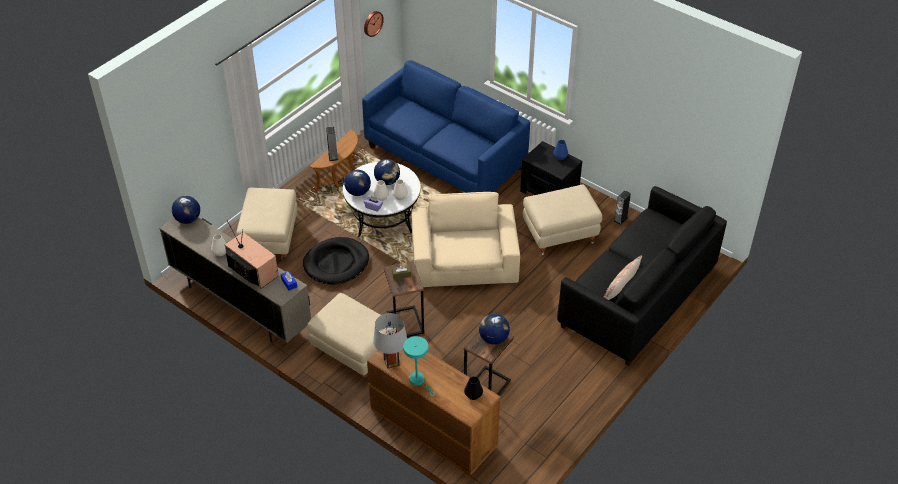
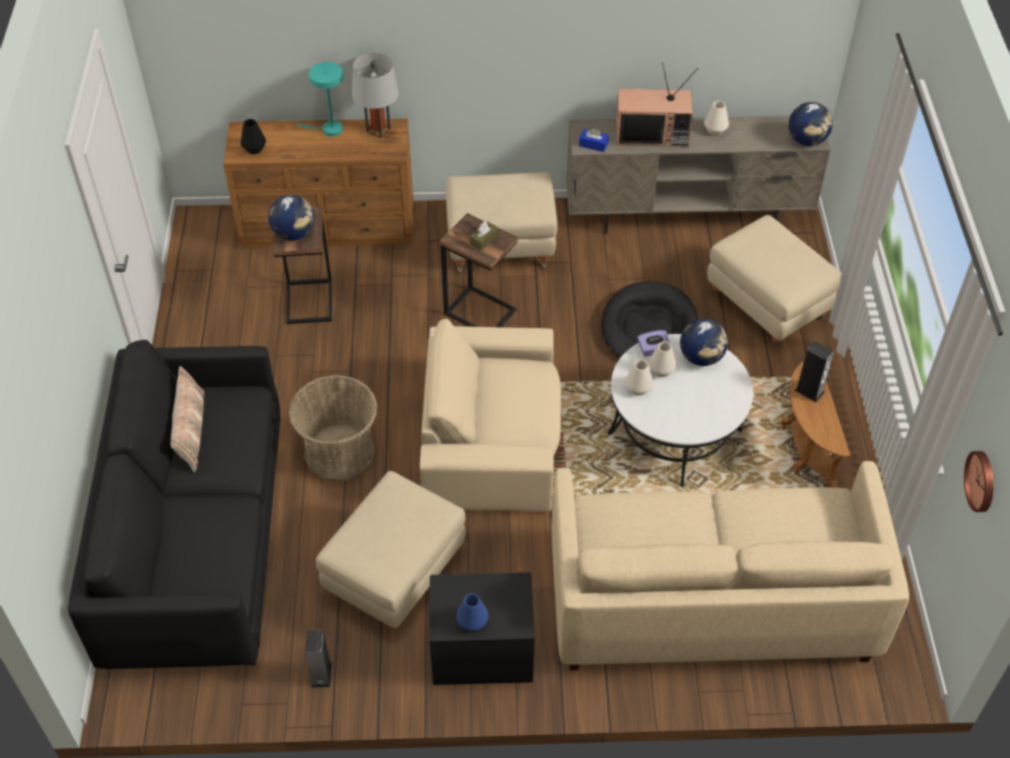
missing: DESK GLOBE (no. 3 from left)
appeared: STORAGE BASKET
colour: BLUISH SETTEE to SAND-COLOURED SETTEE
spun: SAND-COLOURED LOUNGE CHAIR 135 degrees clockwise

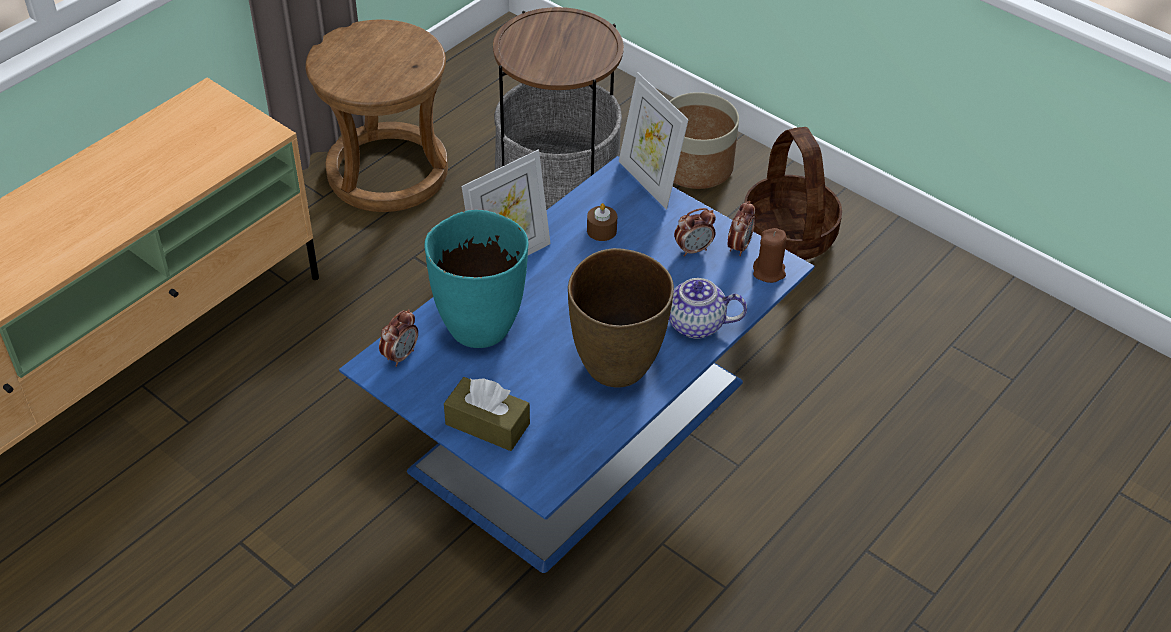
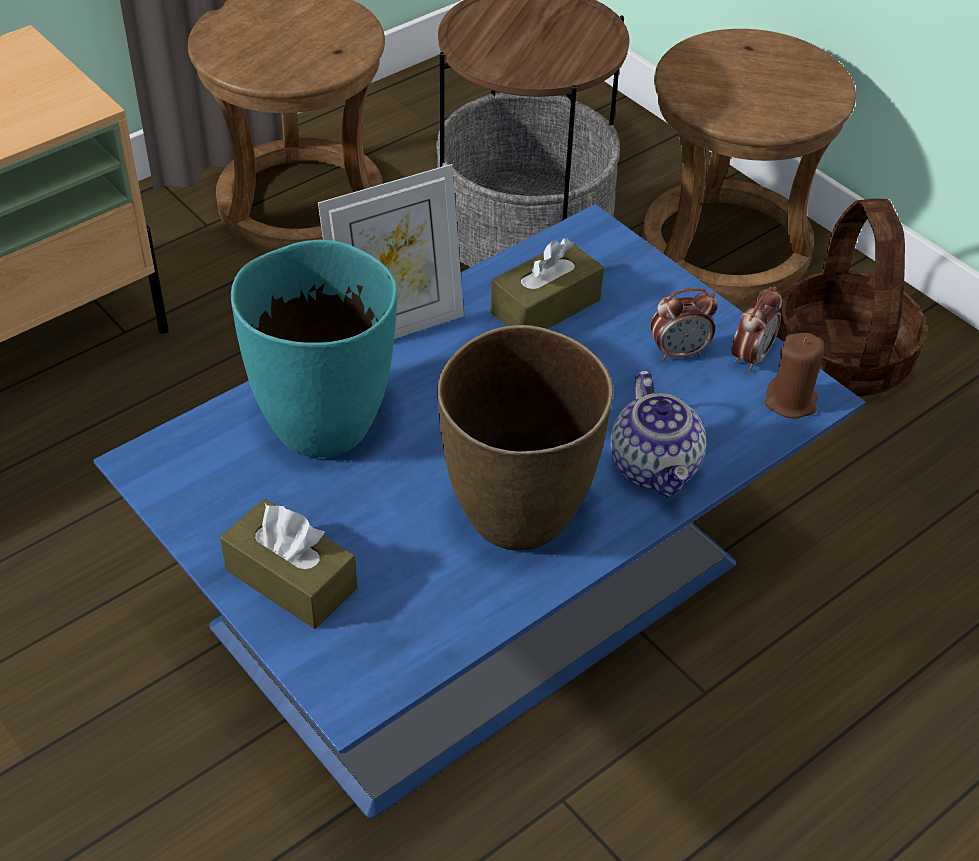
missing: PICTURE FRAME (no. 2 from left); TABLE CLOCK (no. 1 from left)
exchanged: FLOWER POT to BROWN-COLOURED SITTING STOOL (no. 2 from left); BROWN-COLOURED CANDLE (no. 1 from left) to BROWN-COLOURED TISSUE BOX (no. 2 from left)
spun: TEAPOT 120 degrees counterclockwise

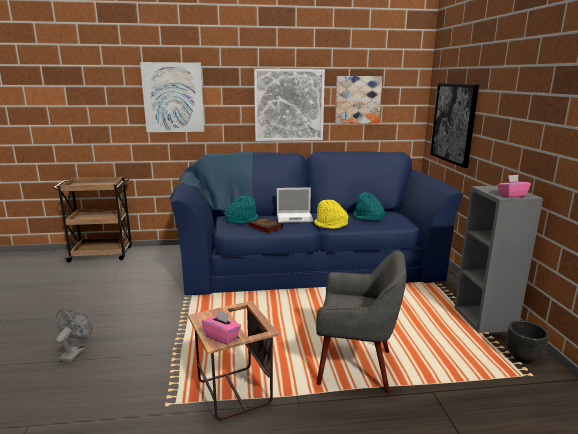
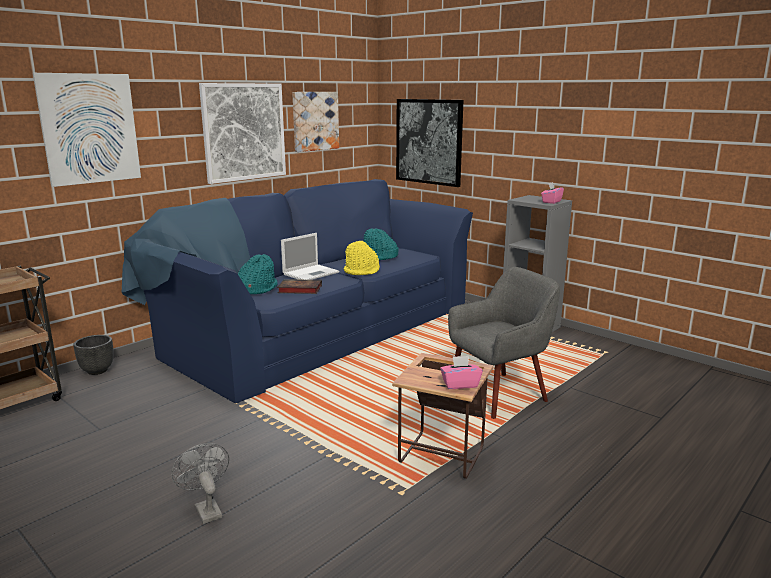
relocated: BLACKISH FLOWER POT

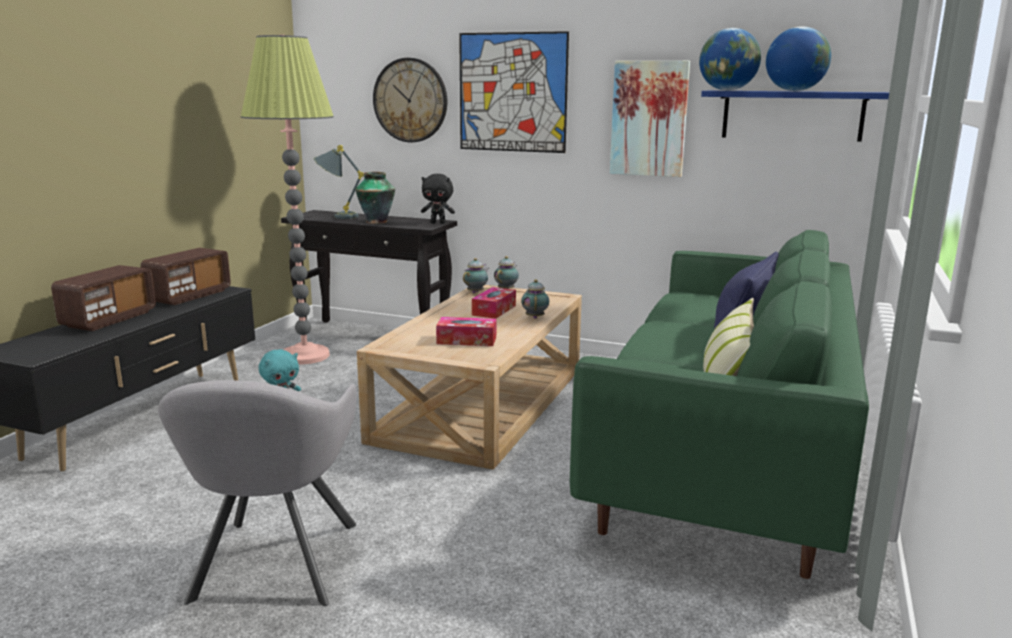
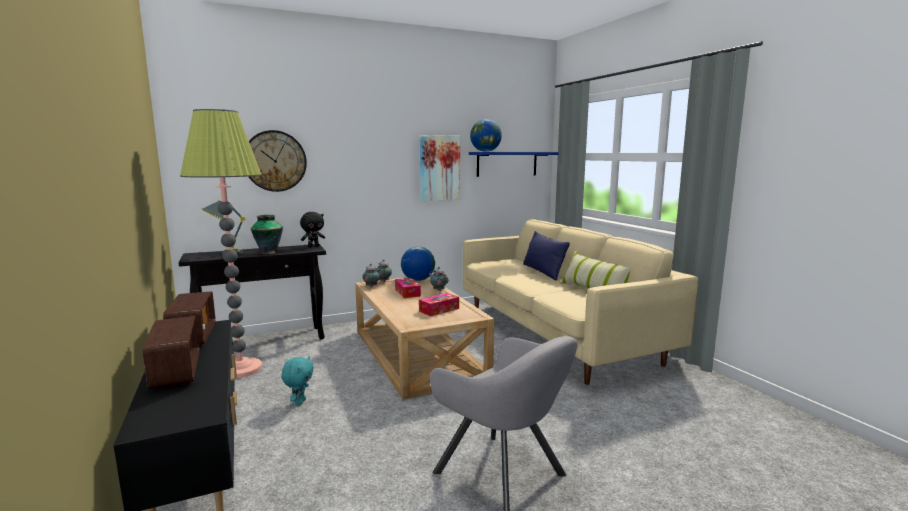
missing: PICTURE (no. 1 from left)
relocated: DESK GLOBE (no. 2 from left in the first image) to DESK GLOBE (no. 1 from left)
colour: GREEN SETTEE to SAND-COLOURED SETTEE

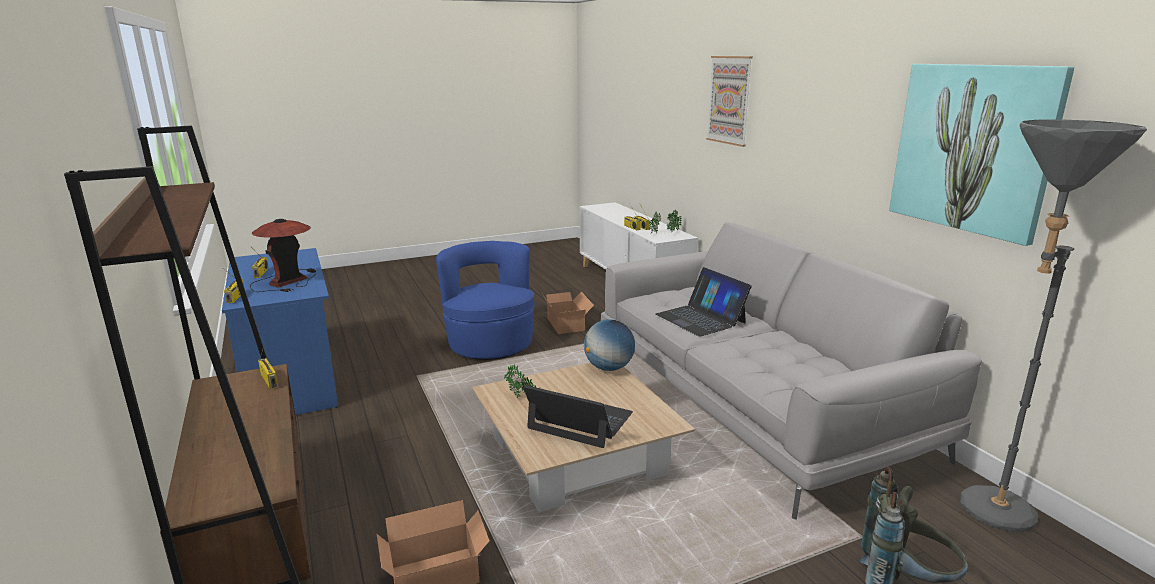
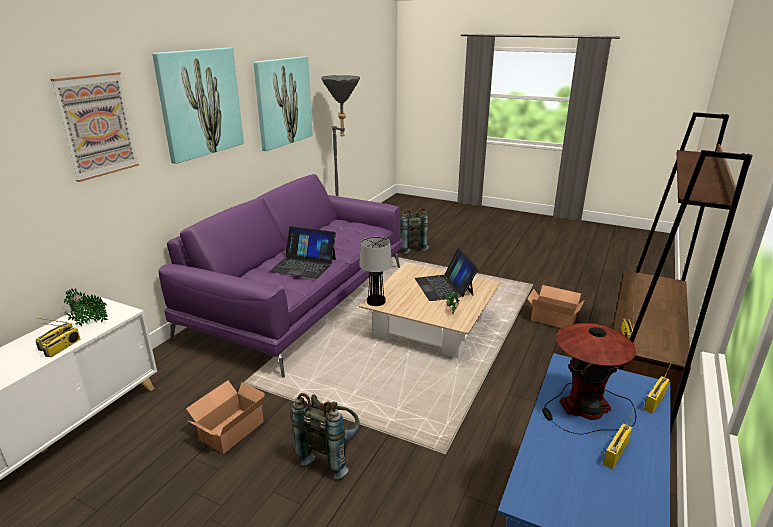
appeared: PICTURE (no. 2 from left)
exchanged: BLUISH LOUNGE CHAIR to GRAY RUCKSACK (no. 1 from left); DESK GLOBE to TABLE LAMP (no. 1 from left)
colour: GRAY SETTEE to PURPLE-COLOURED SETTEE
spun: NOTEBOOK COMPUTER (no. 2 from left in the first image) 90 degrees clockwise

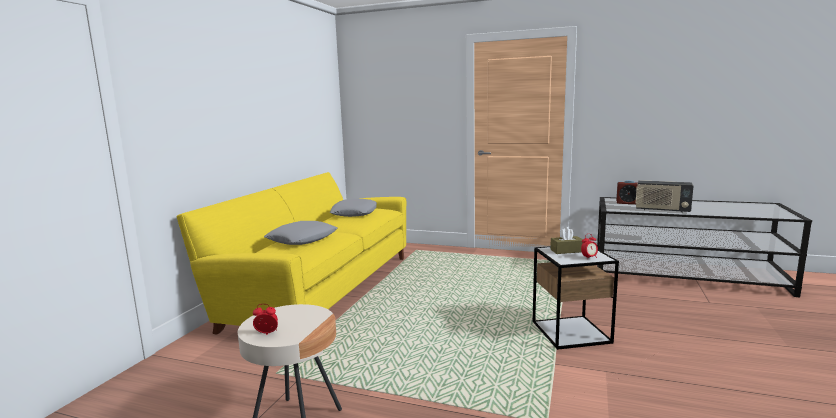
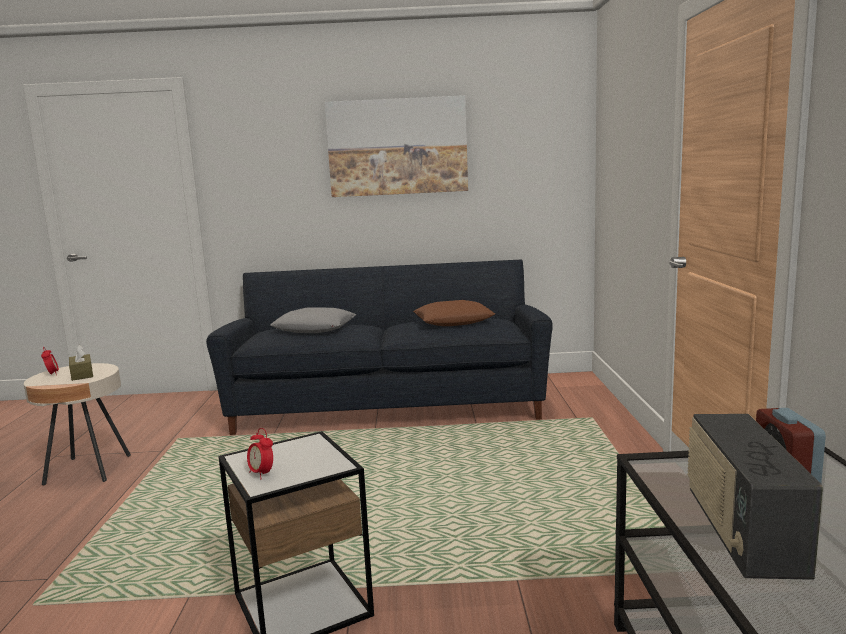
appeared: PICTURE
relocated: BROWN-COLOURED TISSUE BOX
colour: YELLOW SETTEE to BLACKISH SETTEE; GRAY PILLOW (no. 2 from left) to BROWN-COLOURED PILLOW

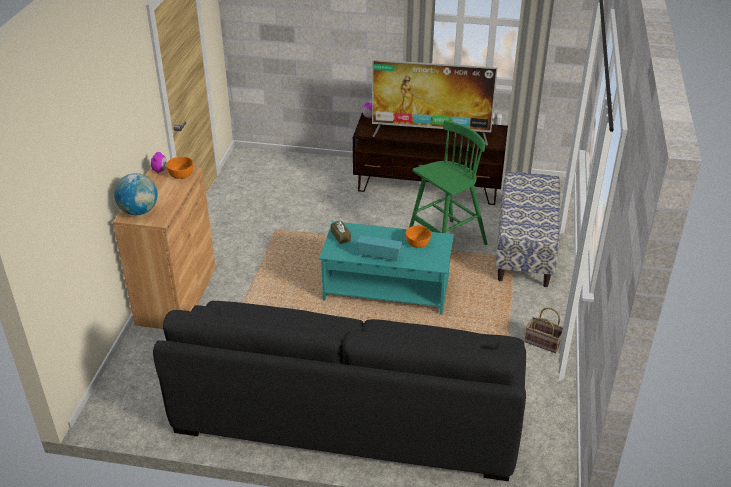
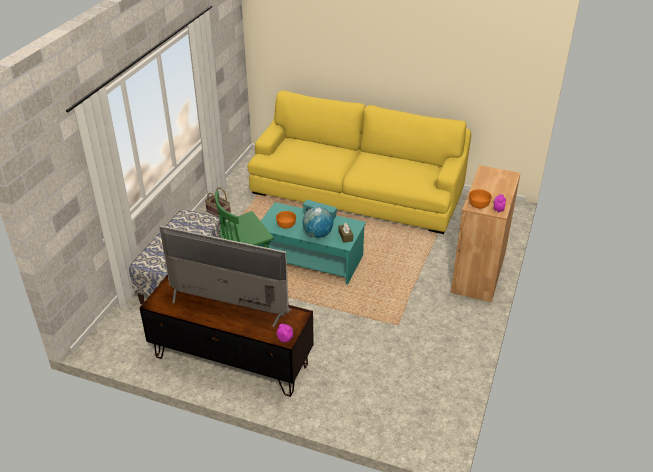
relocated: DESK GLOBE
colour: BLACKISH SETTEE to YELLOW SETTEE

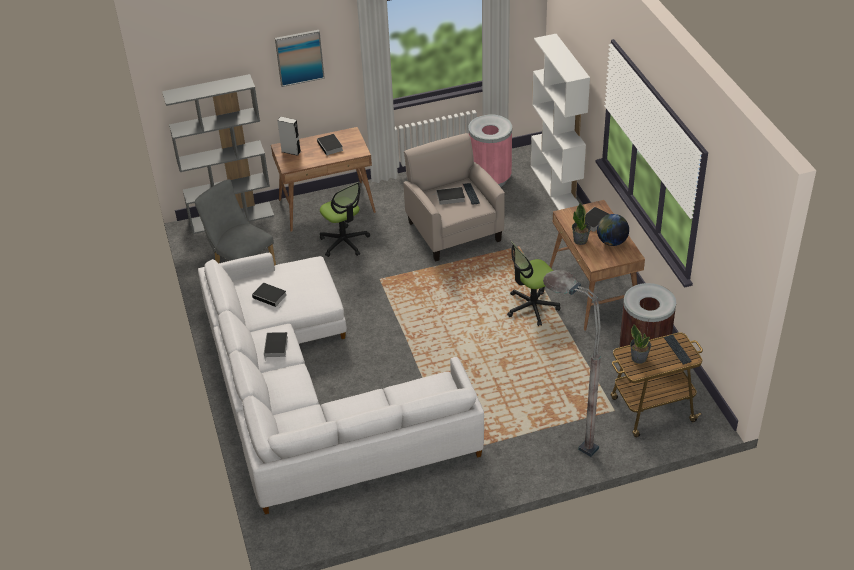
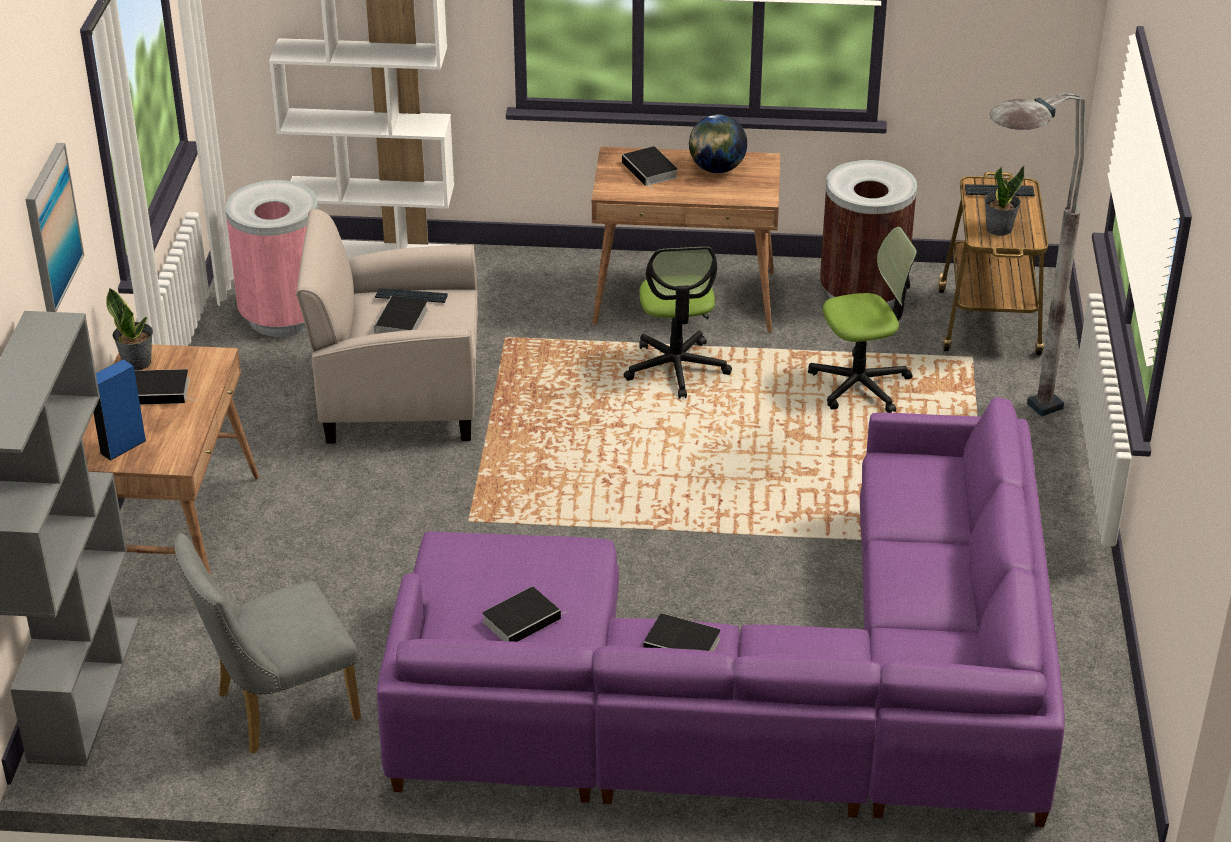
relocated: COMPUTER CHAIR (no. 1 from left in the first image) to COMPUTER CHAIR (no. 2 from left); HOUSEPLANT (no. 1 from left)
colour: GRAY LOUDSPEAKER to BLUISH LOUDSPEAKER; WHITE-COLOURED SETTEE to PURPLE-COLOURED SETTEE

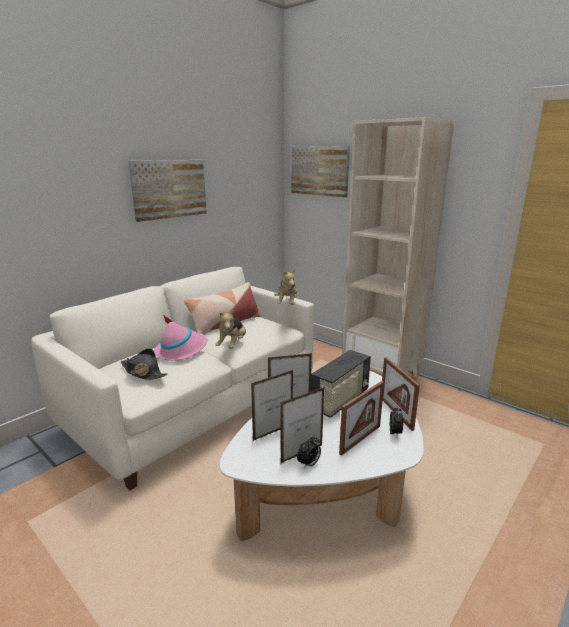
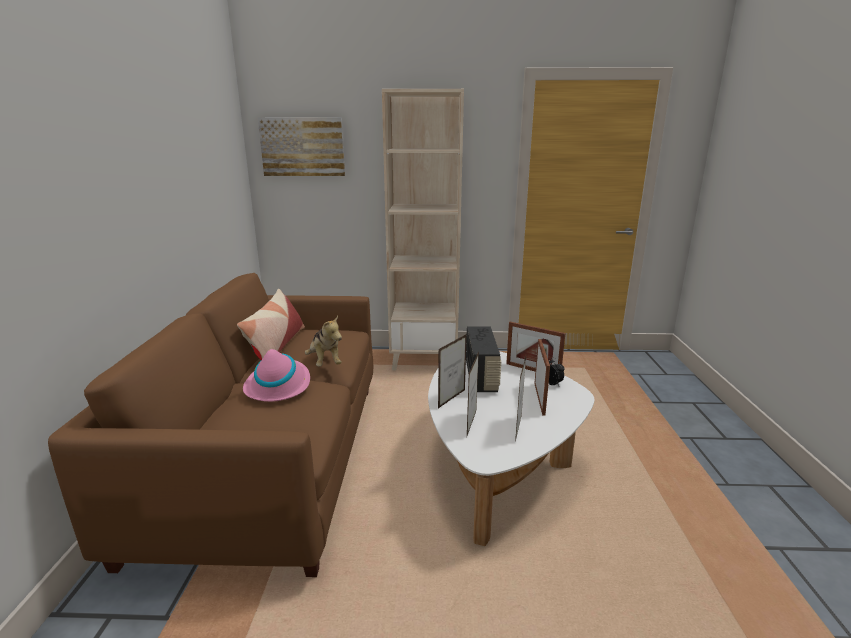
missing: PICTURE (no. 1 from left); CUDDLY TOY (no. 2 from left); BLACKISH HAT; TABLE CLOCK (no. 1 from left)
colour: WHITE-COLOURED SETTEE to BROWN-COLOURED SETTEE

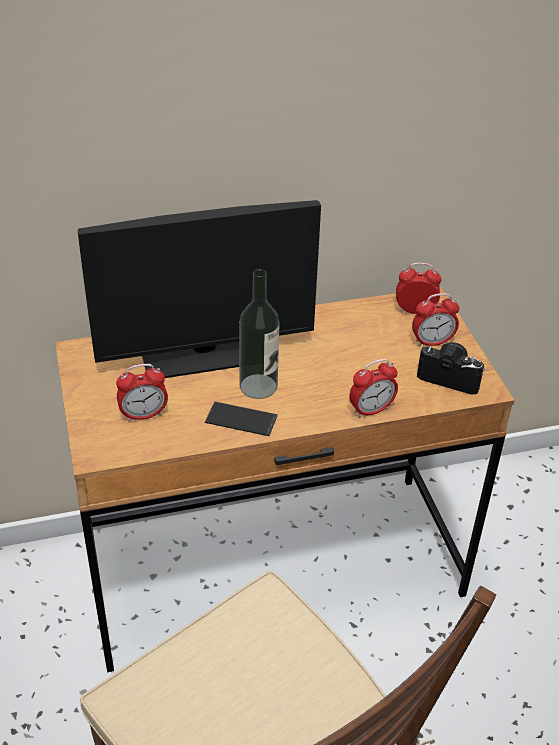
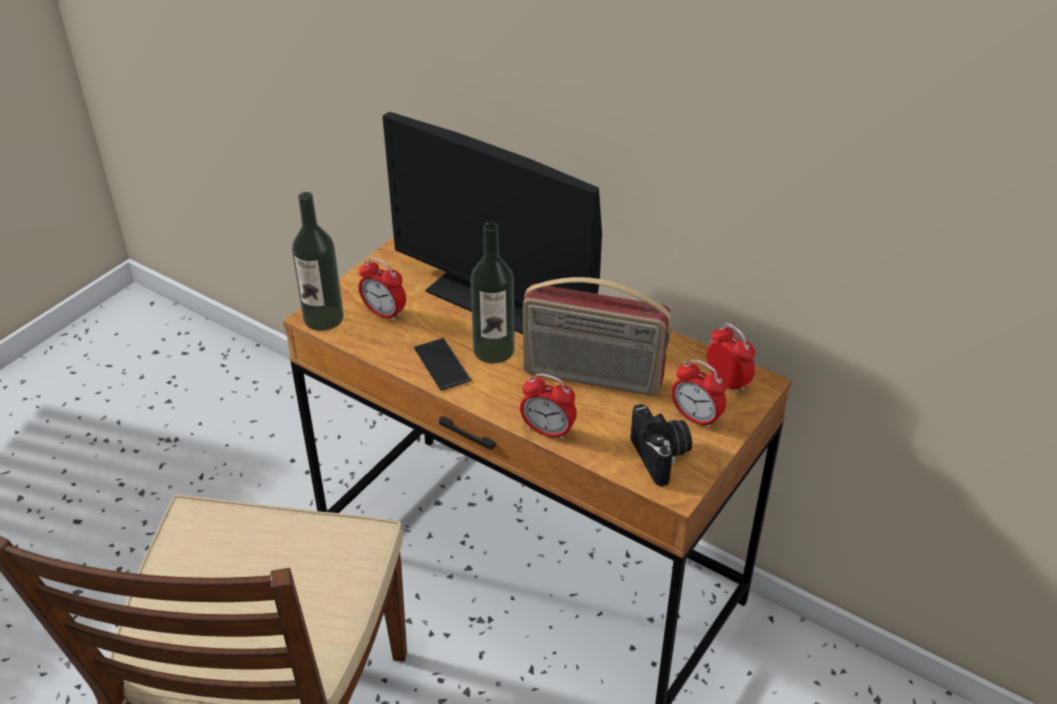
appeared: BEVERAGE BOTTLE (no. 1 from left); RADIO SET

